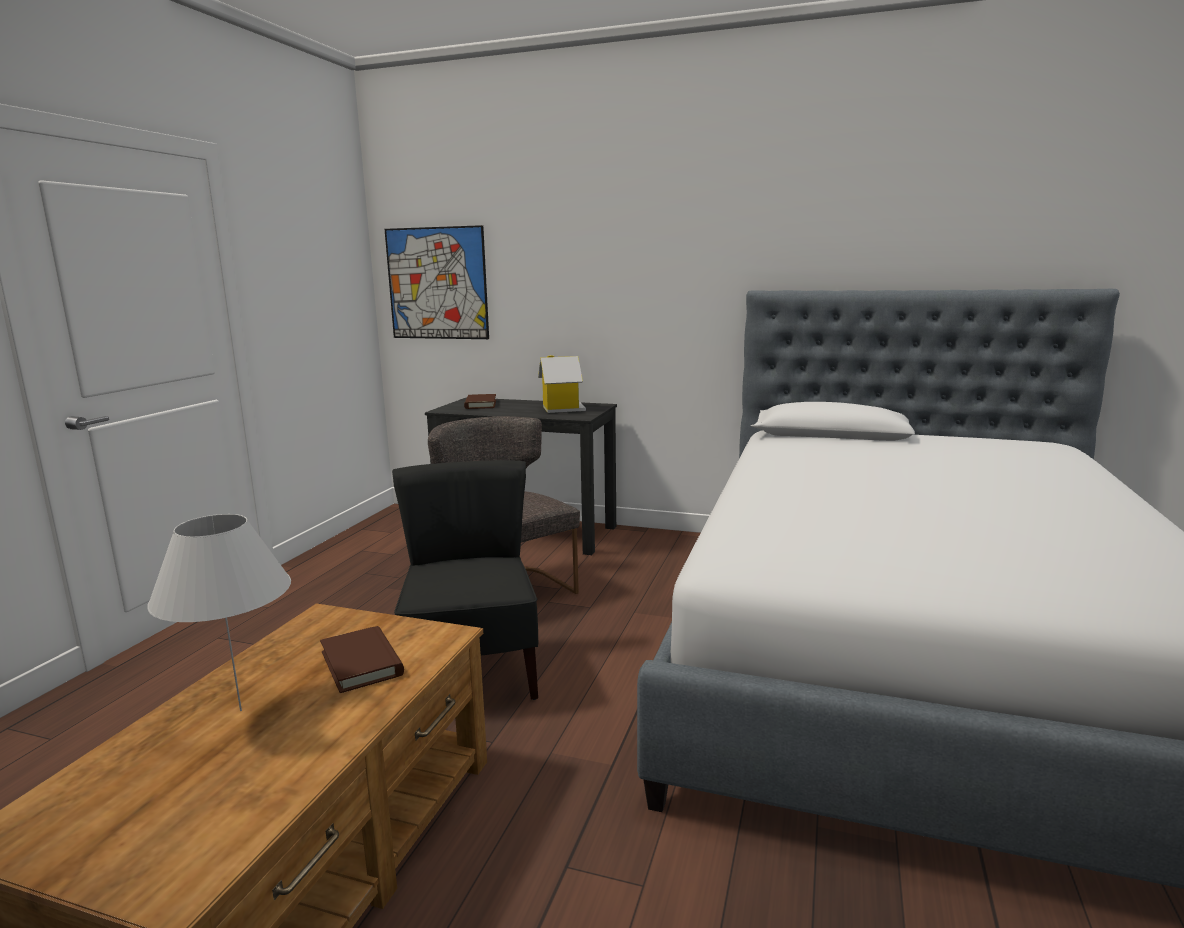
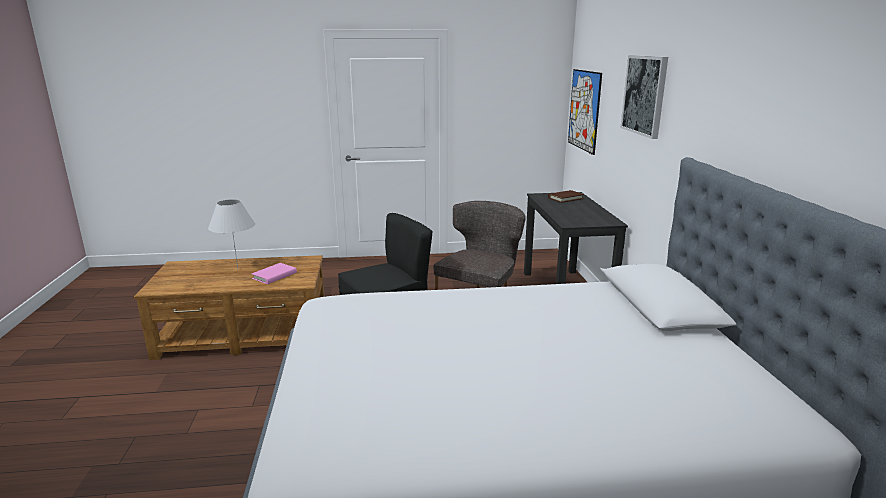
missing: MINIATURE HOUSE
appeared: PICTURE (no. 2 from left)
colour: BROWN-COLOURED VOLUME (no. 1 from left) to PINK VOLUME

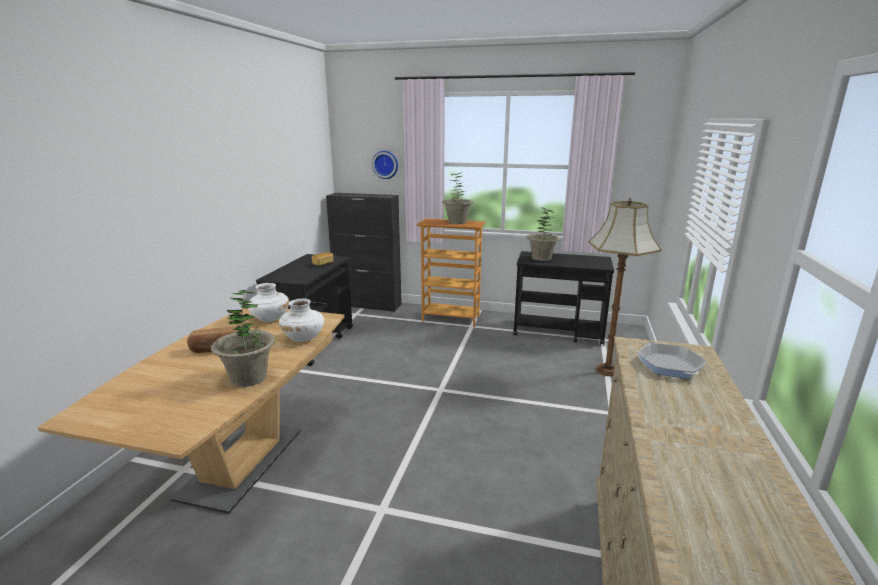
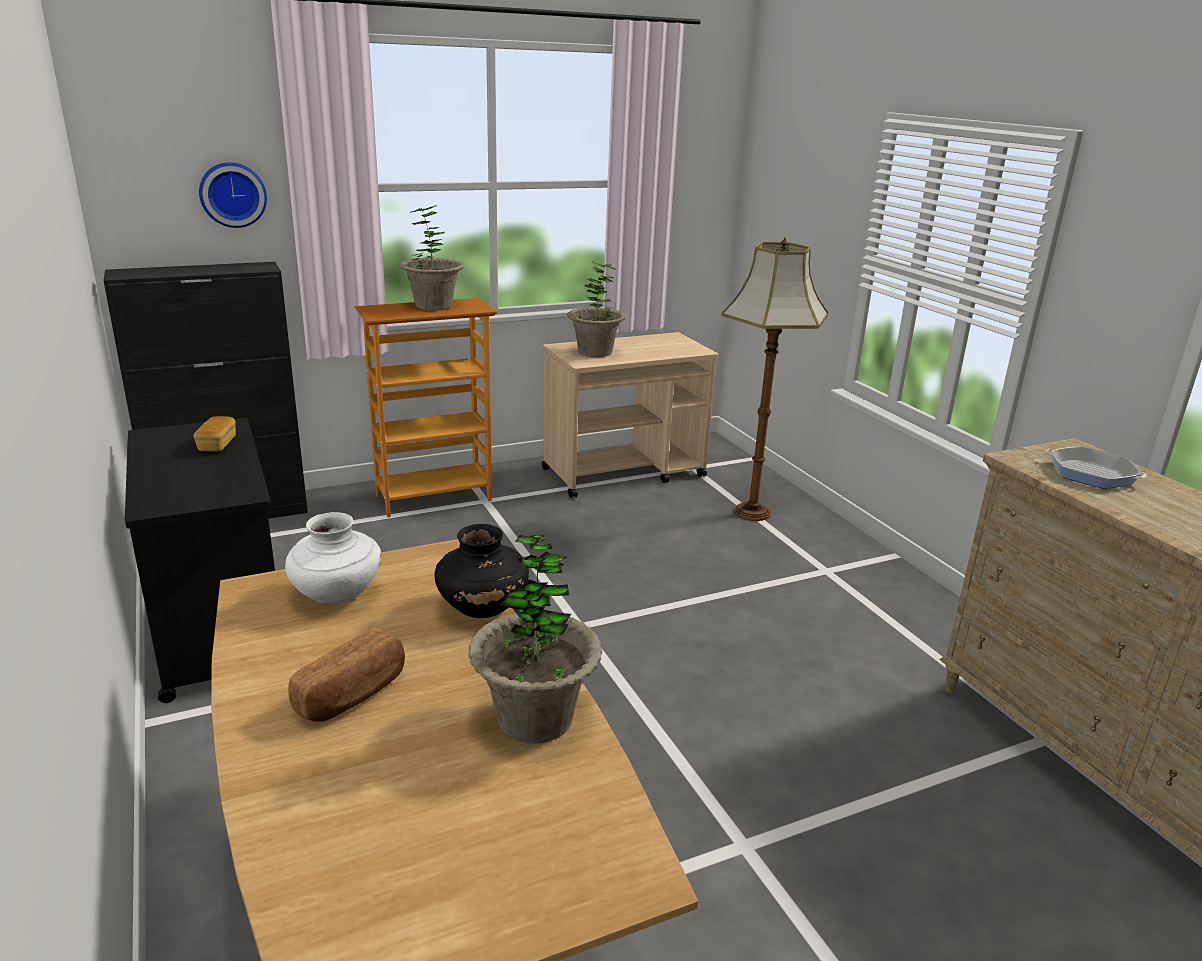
colour: BLACKISH CART (no. 2 from left) to SAND-COLOURED CART; WHITE-COLOURED DECORATIVE VASE (no. 2 from left) to BLACKISH DECORATIVE VASE

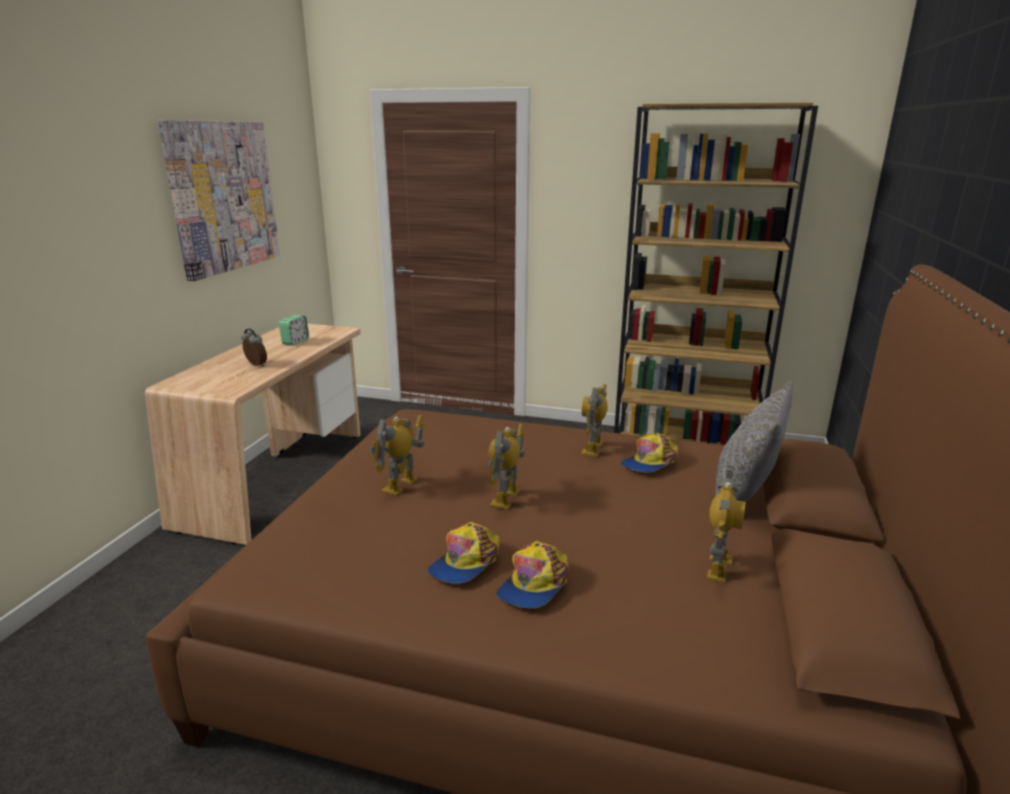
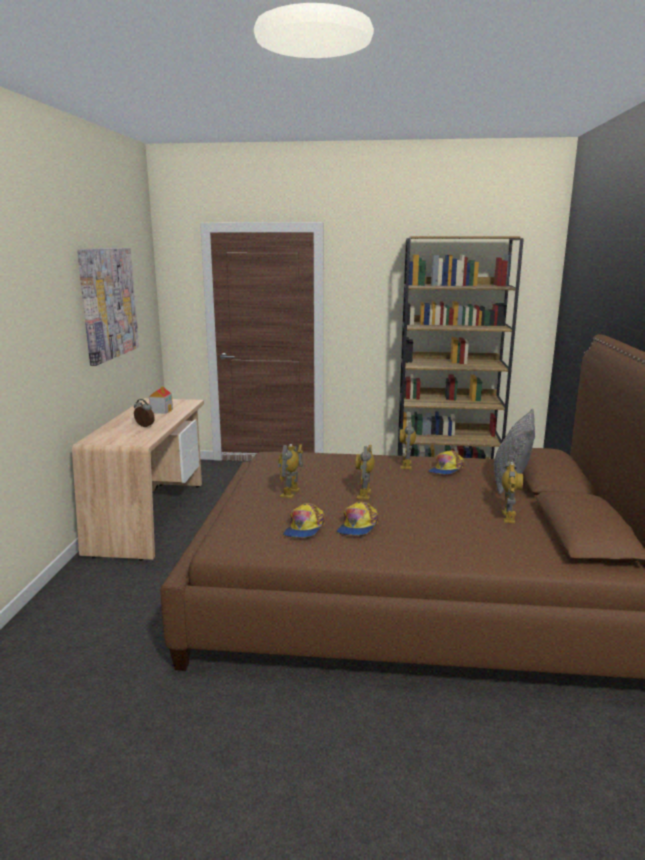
relocated: BASEBALL CAP (no. 2 from left in the first image) to BASEBALL CAP (no. 1 from left)
exchanged: TABLE CLOCK (no. 2 from left) to MINIATURE HOUSE

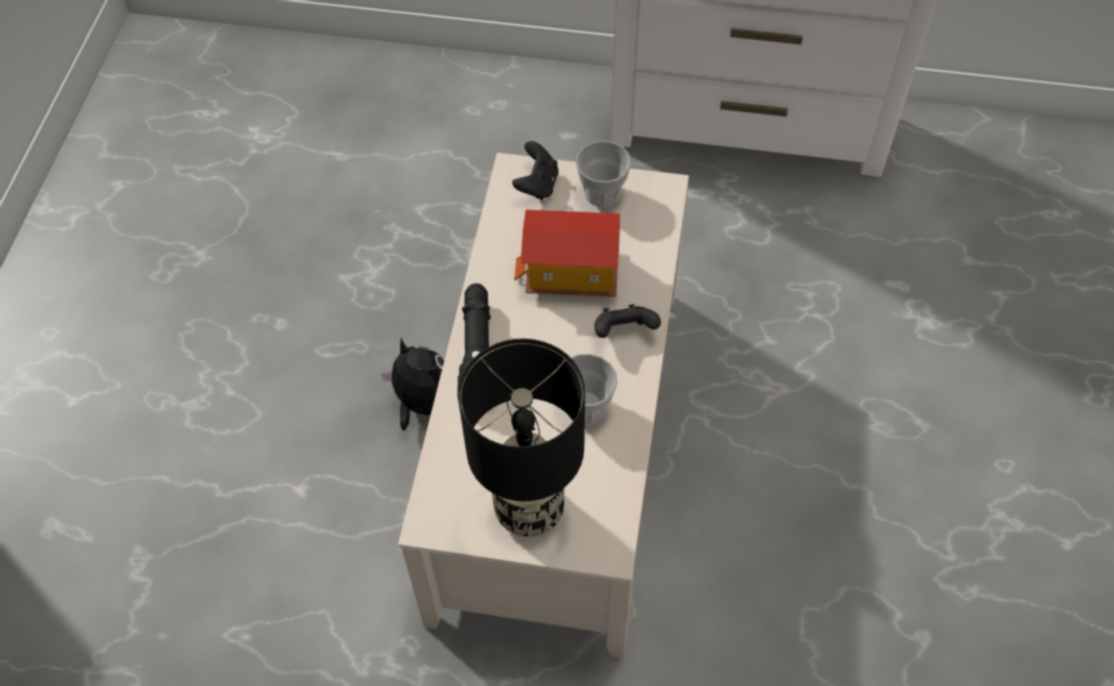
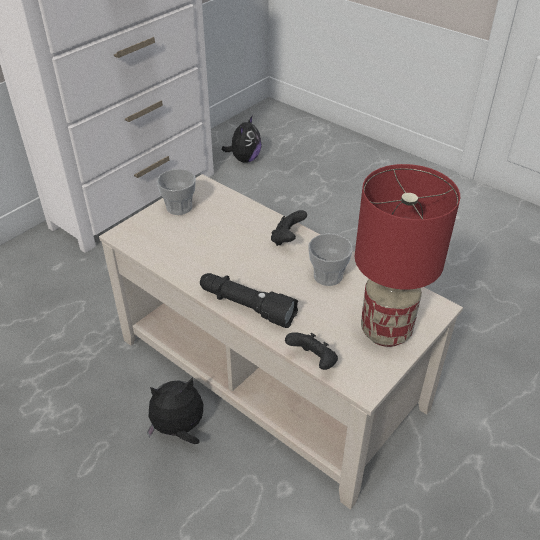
missing: MINIATURE HOUSE
appeared: CUDDLY TOY (no. 2 from left)
relocated: BLACKISH JOYPAD (no. 1 from left in the first image) to BLACKISH JOYPAD (no. 2 from left)
colour: BLACKISH TABLE LAMP to RED-COLOURED TABLE LAMP

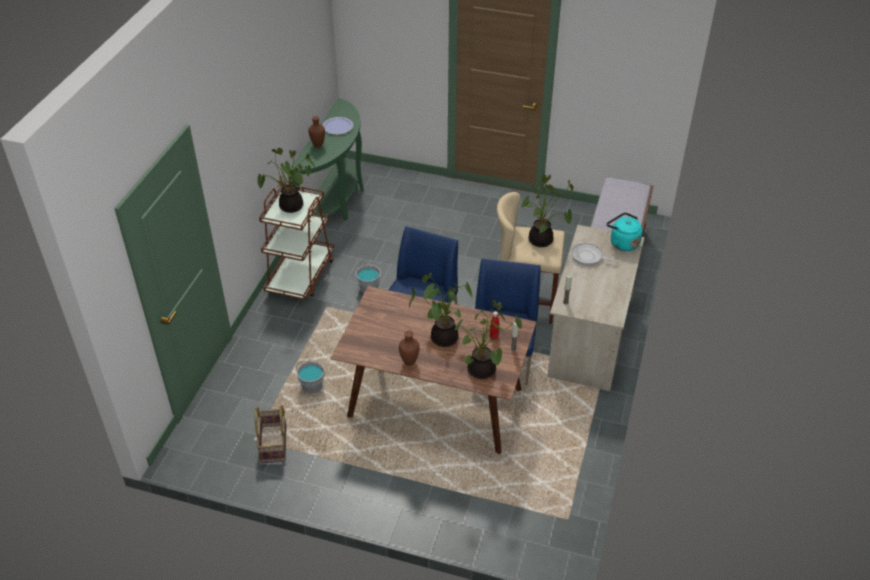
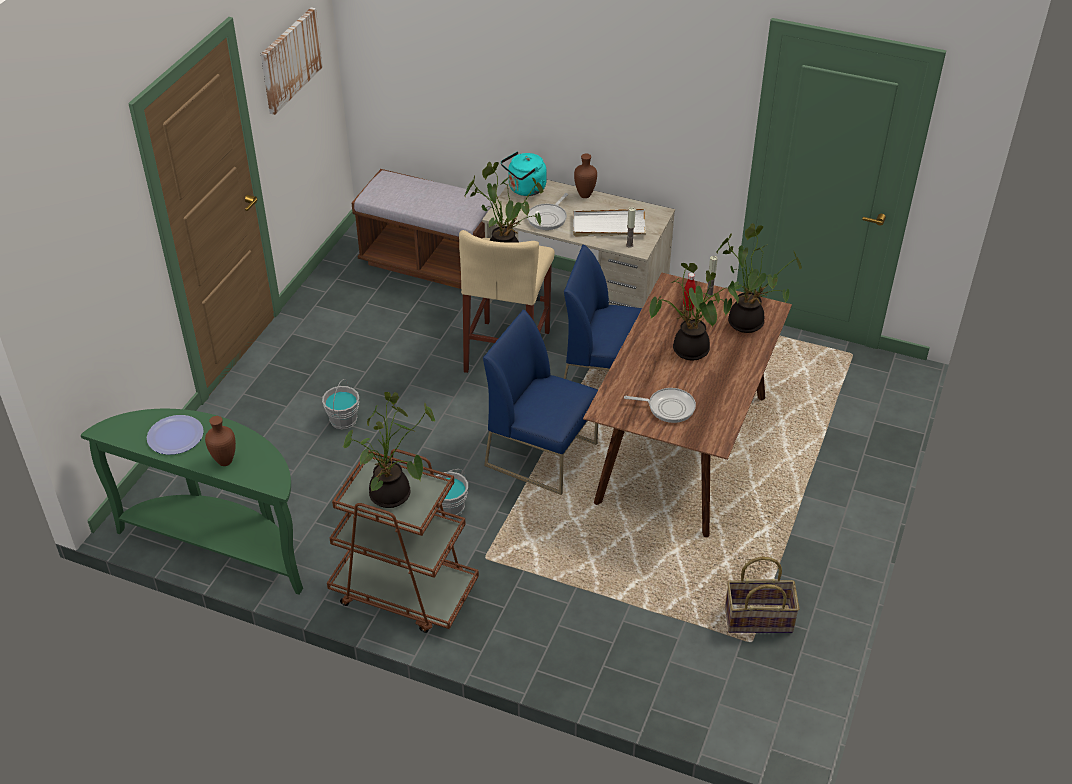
appeared: PICTURE; WHITE-COLOURED CARRYING TRAY; SKILLET (no. 2 from left)
relocated: BROWN-COLOURED DECORATIVE VASE (no. 2 from left); GRAY WATER BUCKET (no. 1 from left)

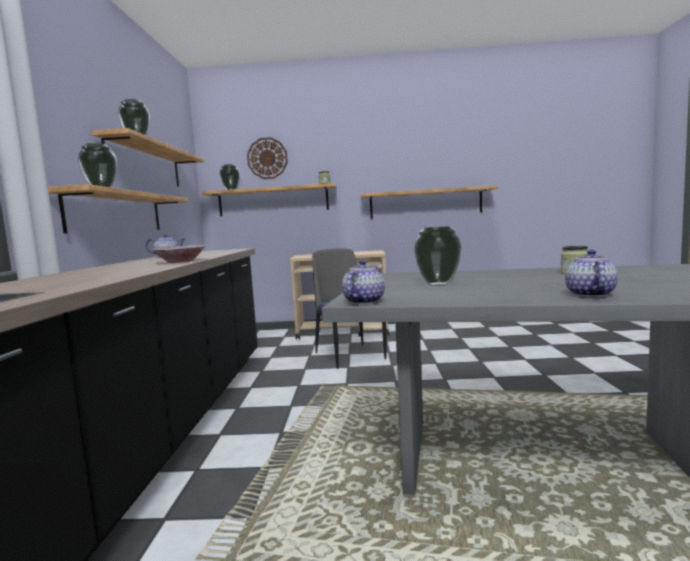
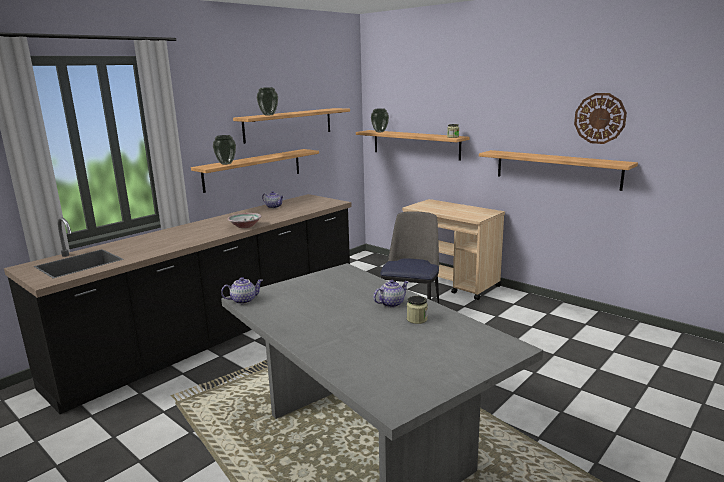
missing: DECORATIVE VASE (no. 4 from left)
relocated: WALL CLOCK; TEAPOT (no. 3 from left)

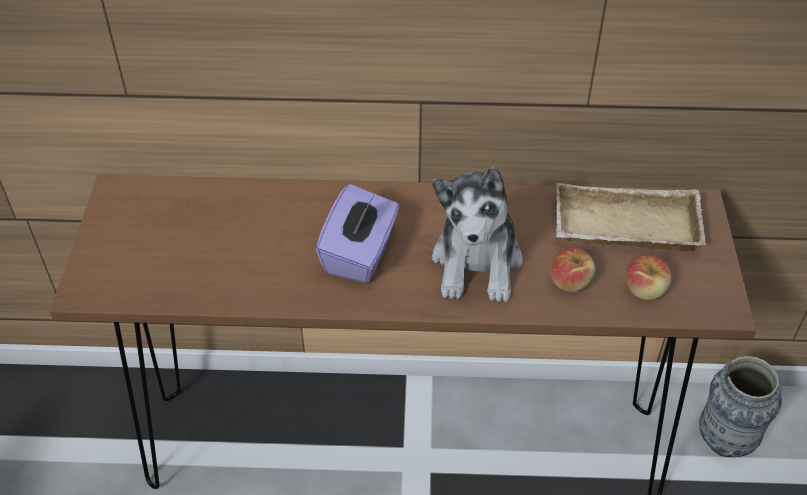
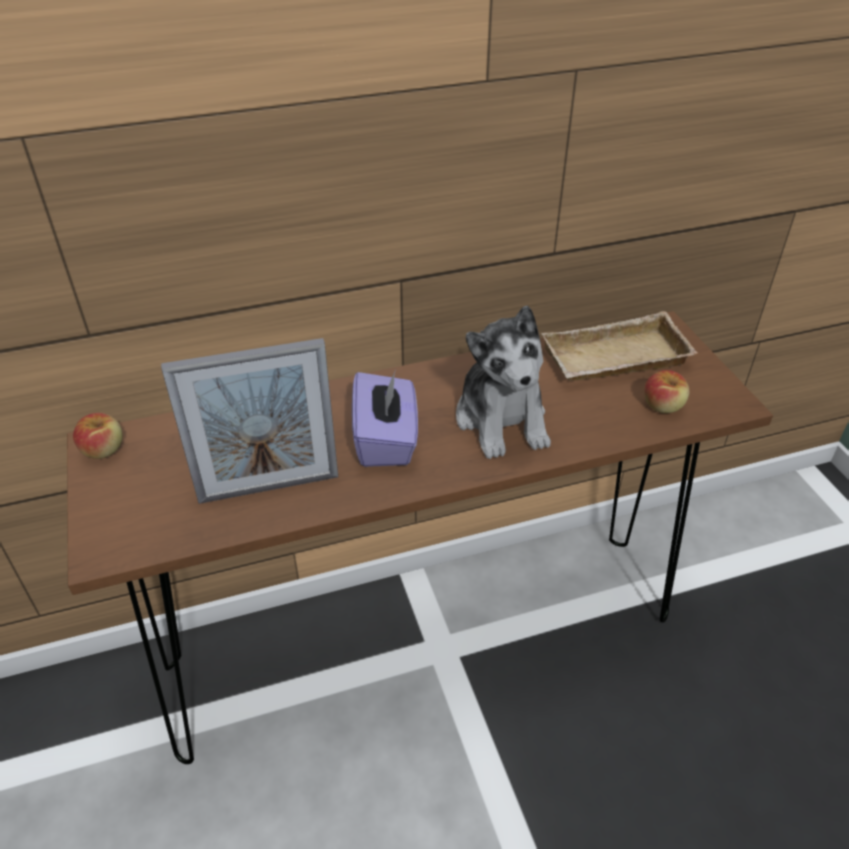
missing: DECORATIVE VASE
appeared: PICTURE FRAME
relocated: APPLE FRUIT (no. 1 from left)

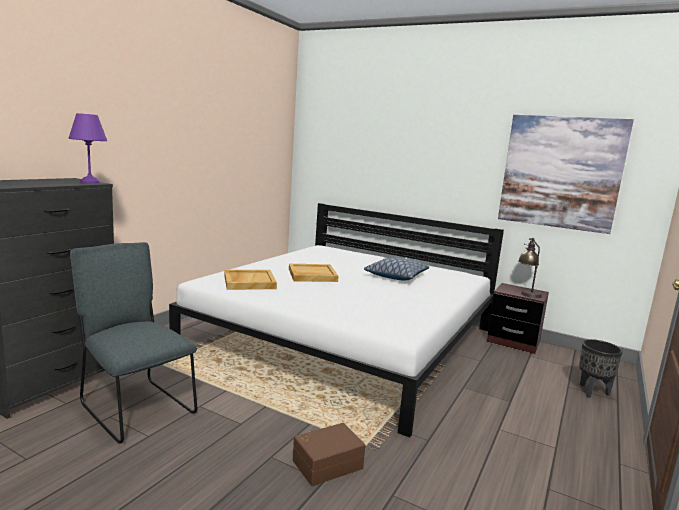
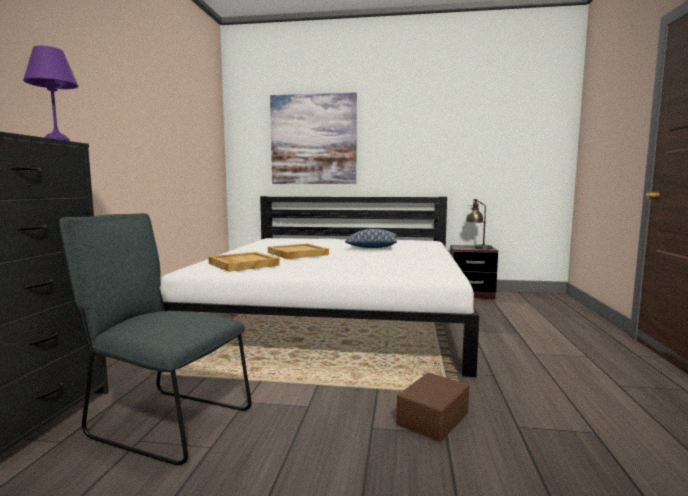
missing: BLACKISH FLOWER POT
relocated: PICTURE

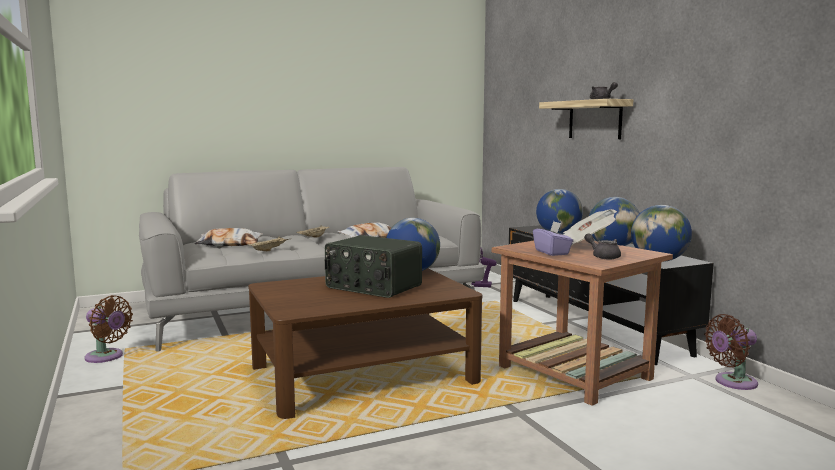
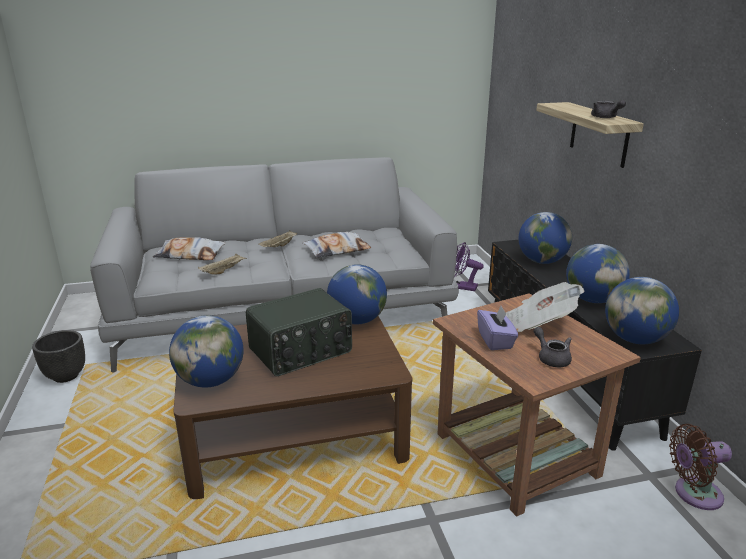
appeared: DESK GLOBE (no. 1 from left)
exchanged: BROWN-COLOURED ELECTRIC FAN (no. 1 from left) to BLACKISH FLOWER POT
spun: RADIO SET 75 degrees counterclockwise

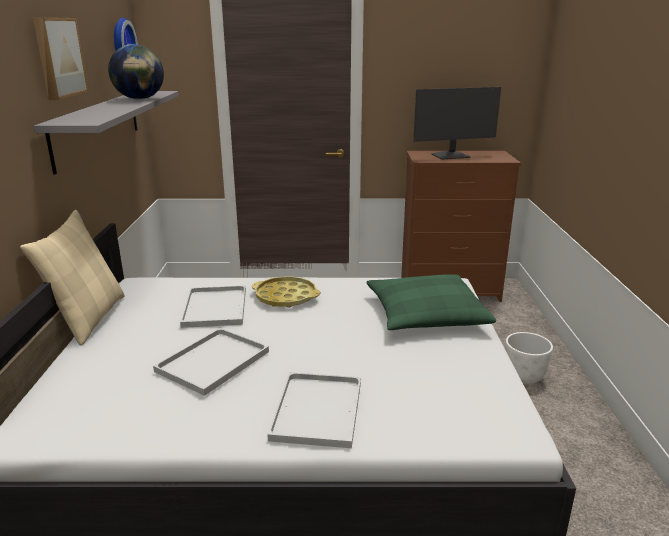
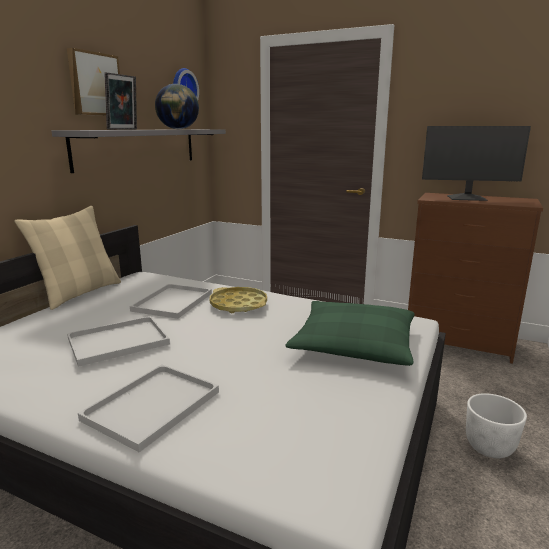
appeared: PICTURE FRAME

